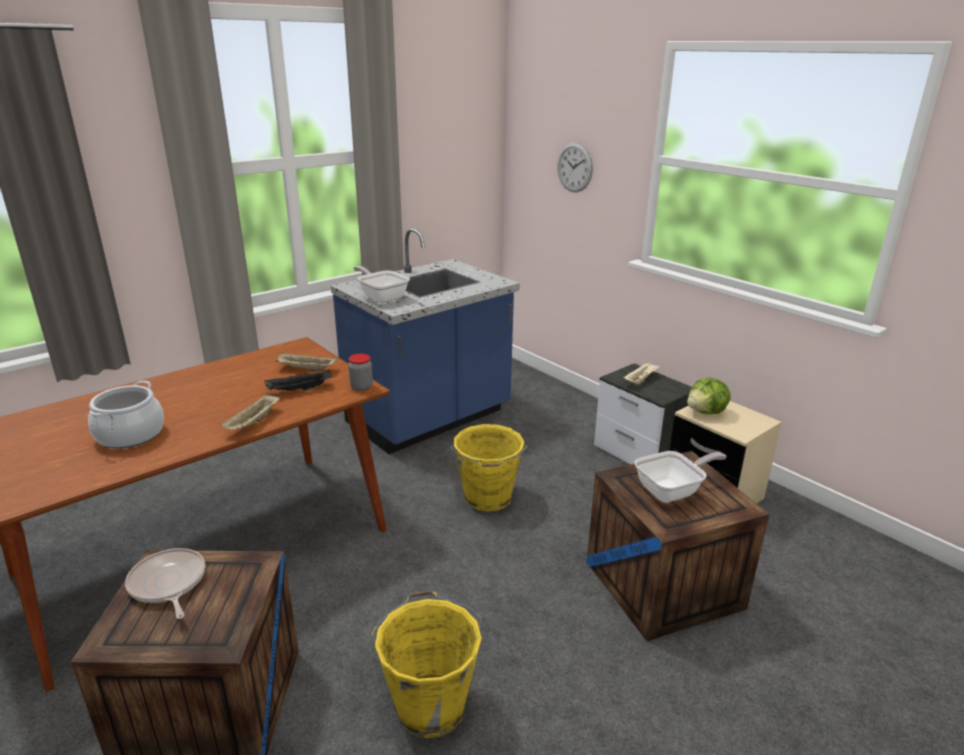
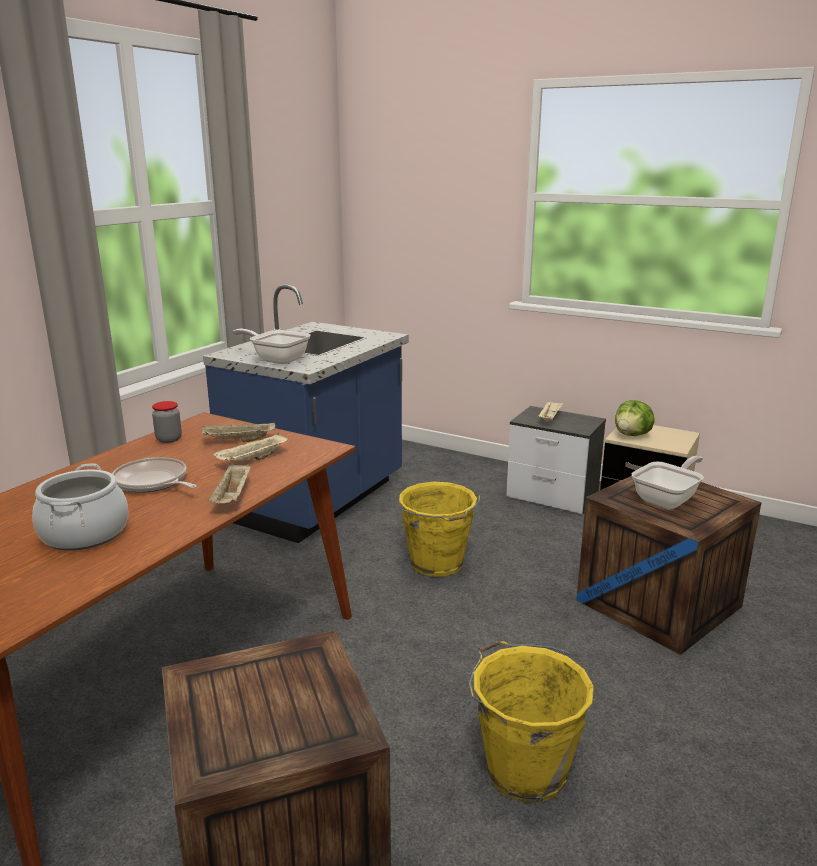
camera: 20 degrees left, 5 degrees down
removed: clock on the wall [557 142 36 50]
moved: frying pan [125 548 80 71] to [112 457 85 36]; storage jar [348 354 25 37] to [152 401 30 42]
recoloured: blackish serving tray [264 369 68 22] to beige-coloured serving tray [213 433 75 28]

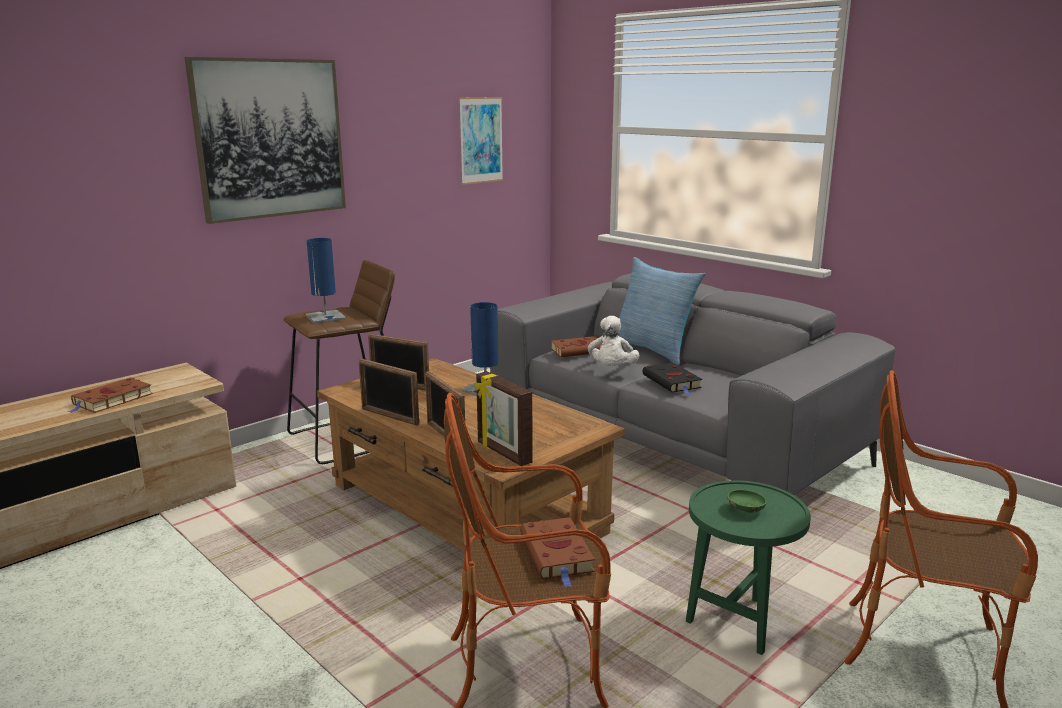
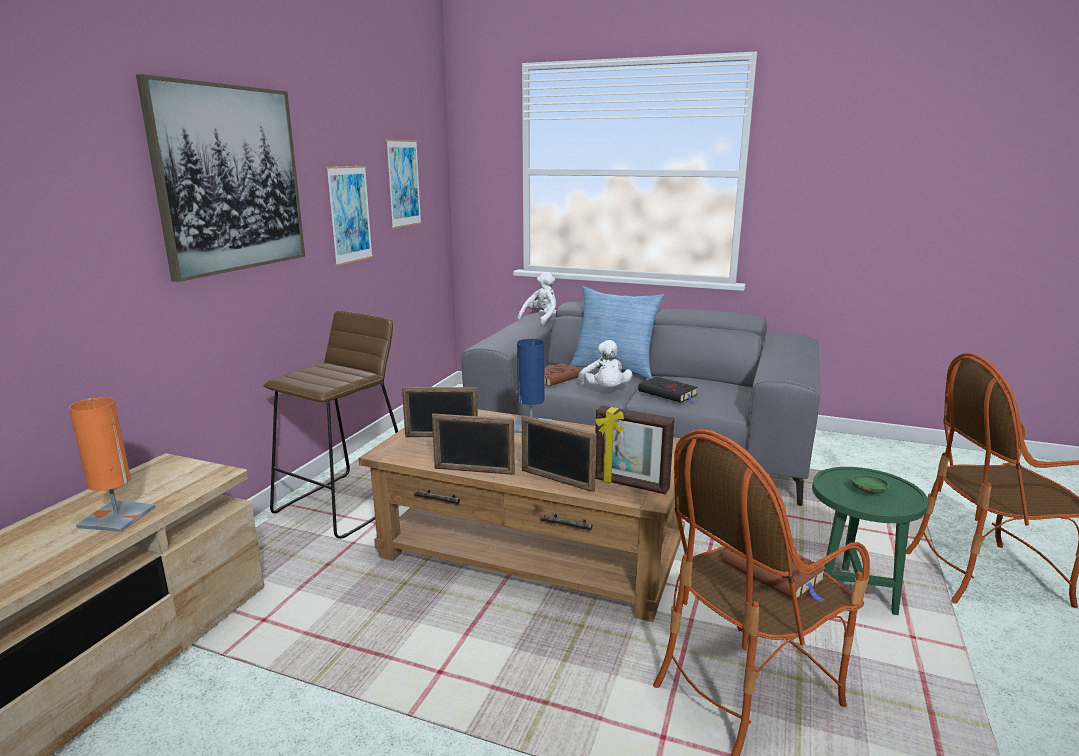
camera: 25 degrees left, 0 degrees up
removed: blue-coloured lamp for a table [306 238 40 86]
added: picture [326 166 47 100]; white soft toy [518 272 38 53]
replaced: brownish volume [68 378 85 35] to orangey lamp for a table [69 397 87 135]

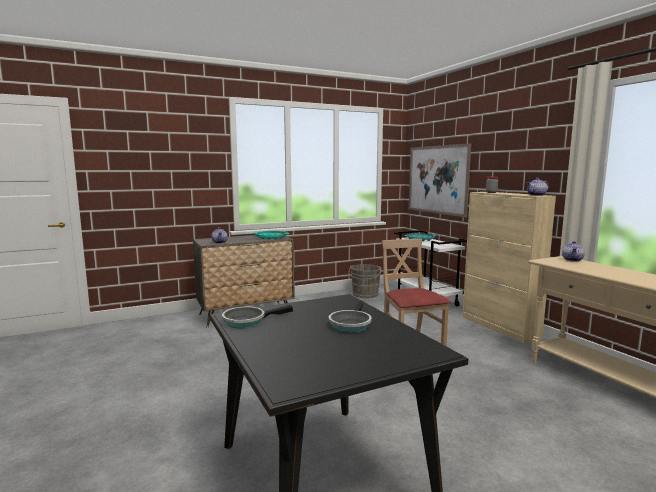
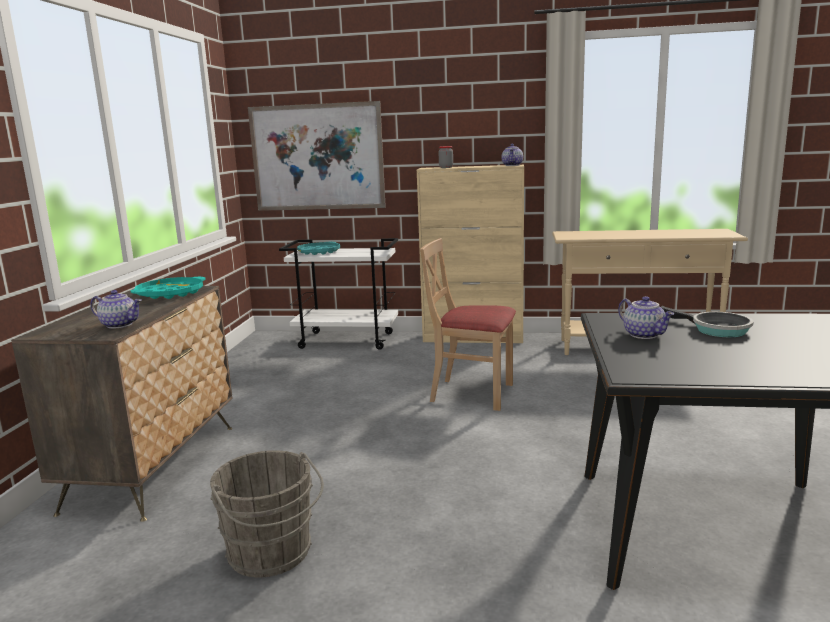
camera: 55 degrees left, 5 degrees up
removed: frying pan [222 305 71 24]
moved: greyish water bucket [348 264 34 34] to [210 450 114 128]; teapot [562 241 23 21] to [618 296 56 43]

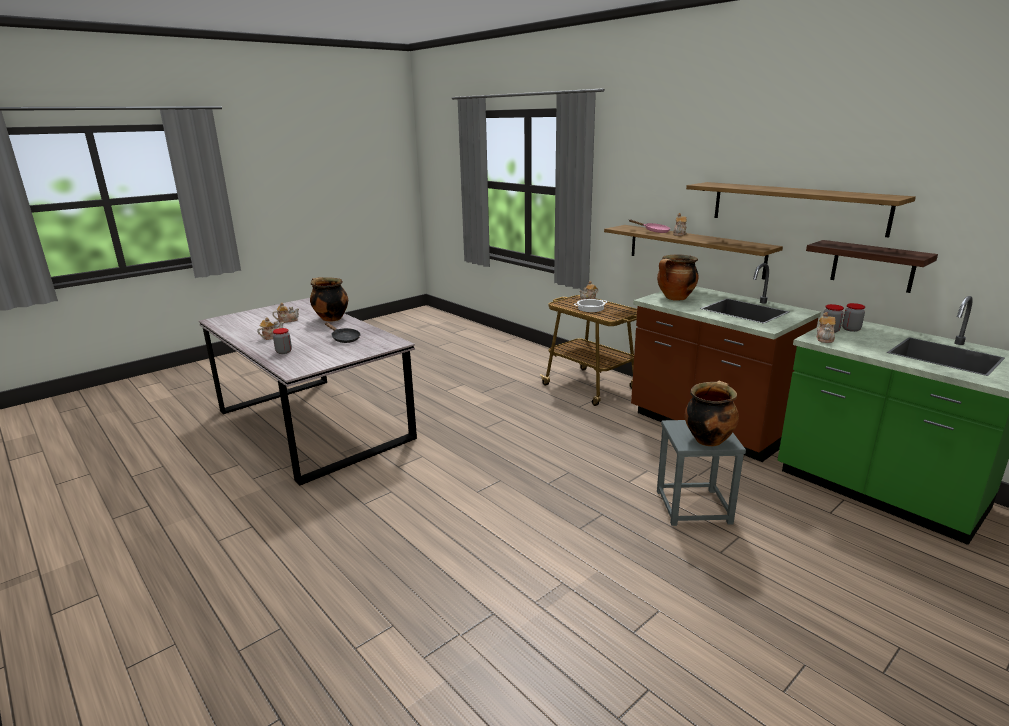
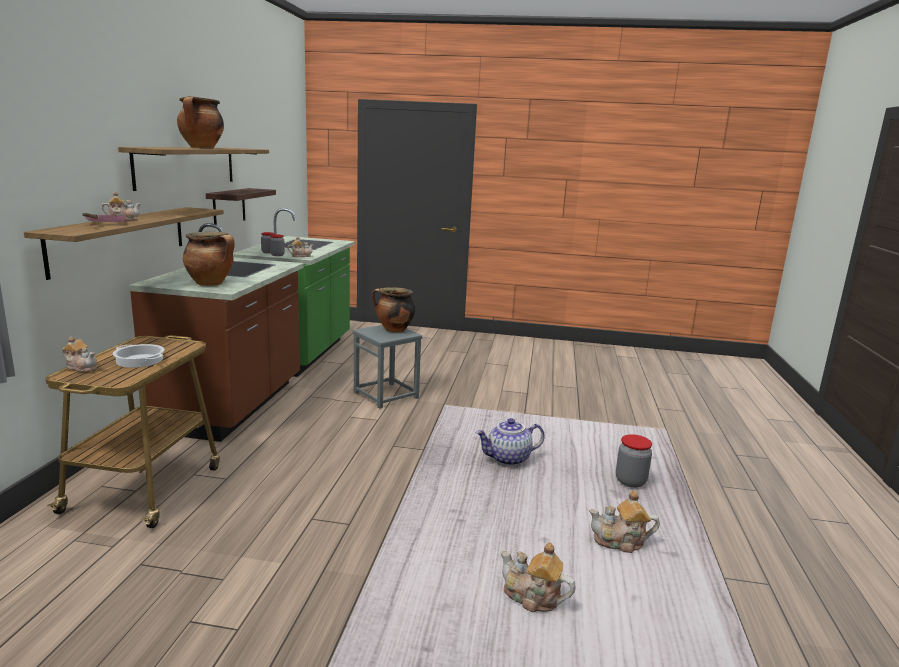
camera: 130 degrees left, 5 degrees down
moved: cooking pot [310 277 38 45] to [177 96 47 52]
replaced: blackish frying pan [325 322 35 21] to teapot [475 418 70 48]

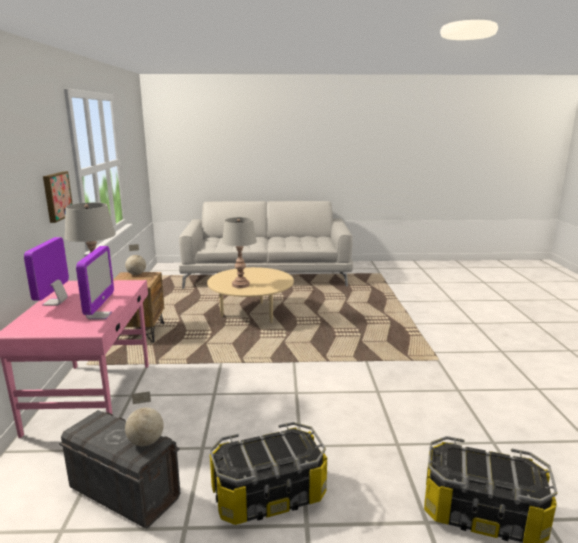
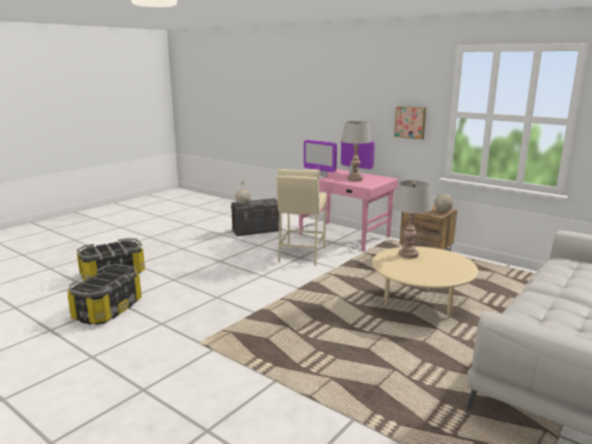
camera: 130 degrees right, 0 degrees up
added: beige-coloured stool seat [277 169 50 97]
moved: storage box [210 422 117 103] to [68 264 74 61]

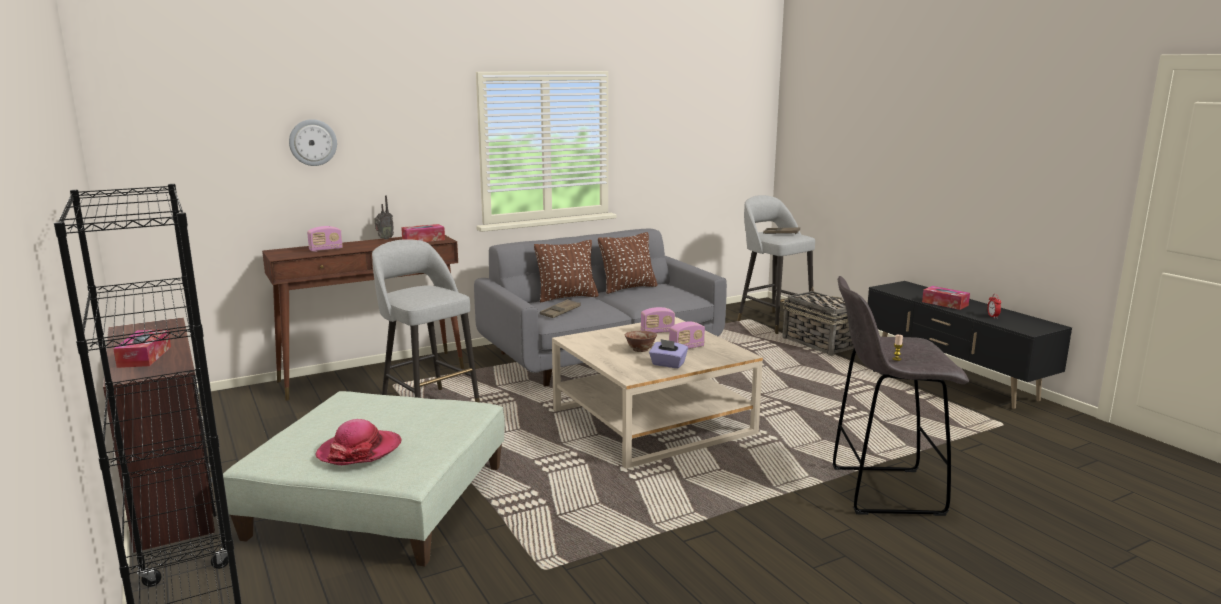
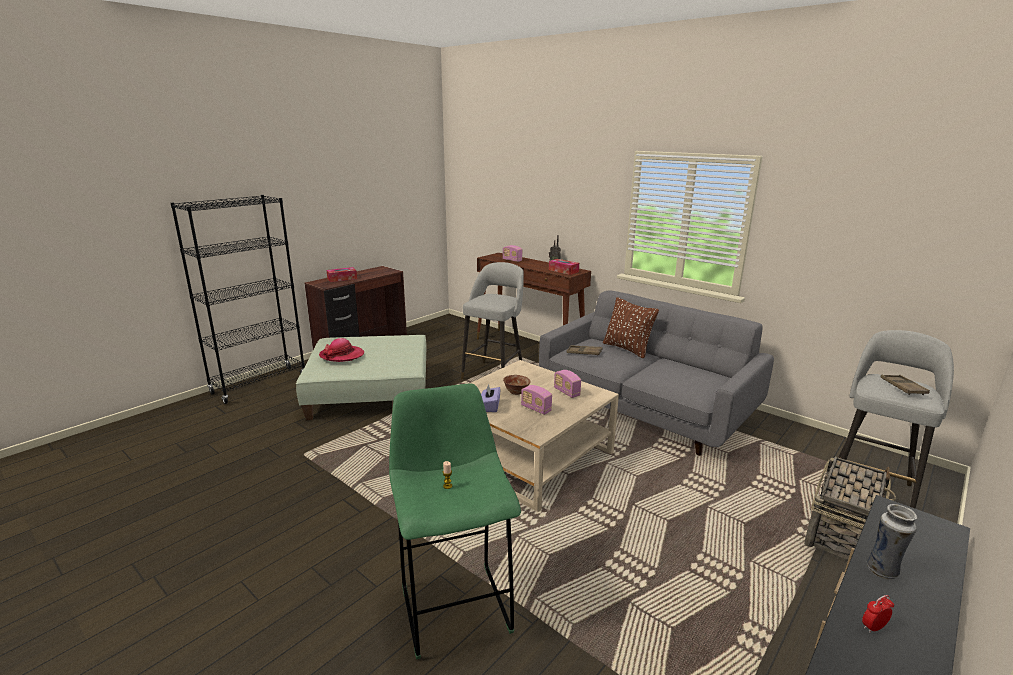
camera: 70 degrees right, 5 degrees up
removed: clock on the wall [289 119 48 47]; brownish throw pillow [598 232 59 62]
replaced: tissue holder [922 286 48 24] to flower vase [867 504 51 76]
recoloured: greyish stool seat [832 276 137 240] to greenish stool seat [389 383 132 276]

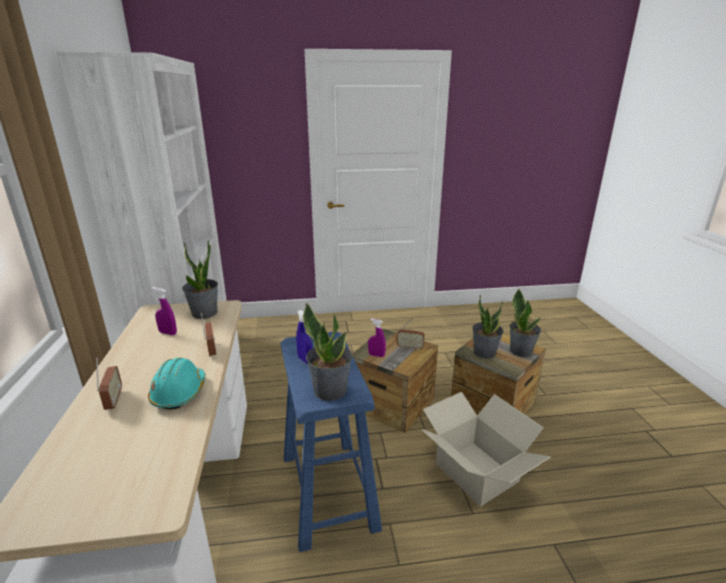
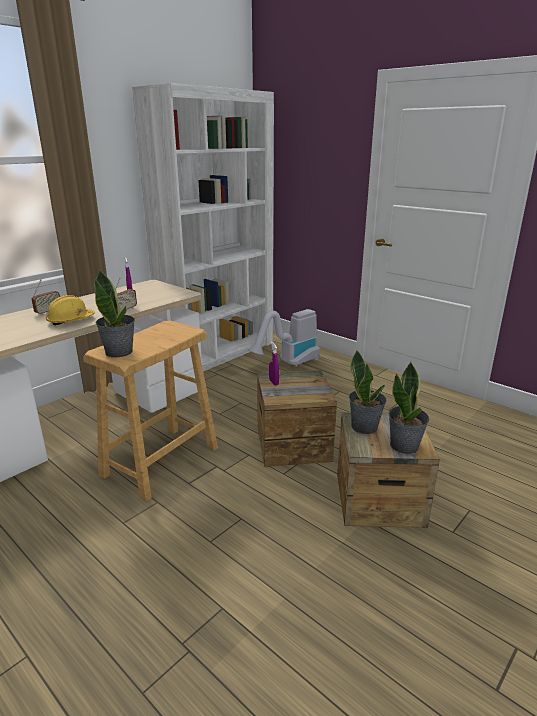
camera: 50 degrees right, 0 degrees up
removed: plant in a pot [182 240 36 79]; blue-coloured sprayer [296 310 16 54]; radio [397 318 28 32]; cardboard box [421 392 130 115]
added: vacuum [248 309 72 58]
recoloured: blue-green work helmet [148 358 57 51] to yellowish work helmet [46 295 49 30]; blue-coloured stool seat [281 332 101 220] to beige-coloured stool seat [83 321 135 180]

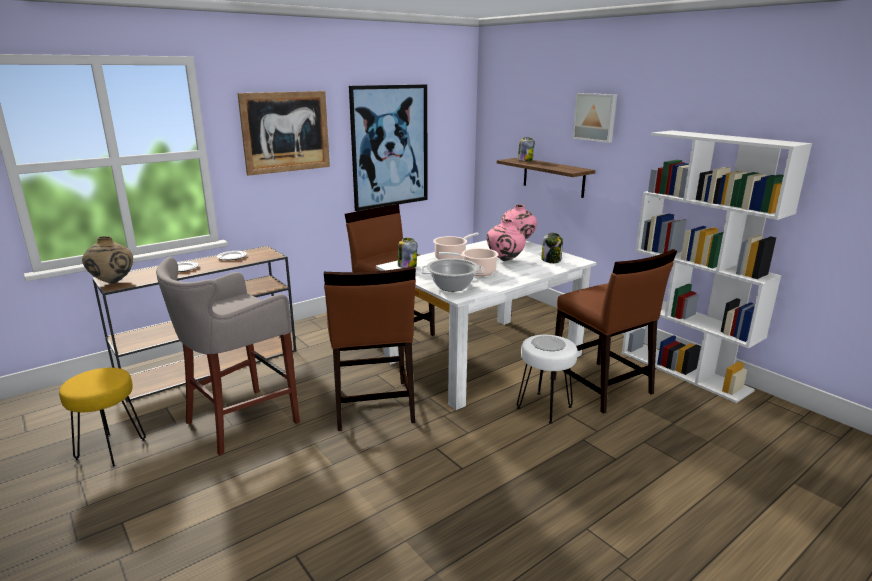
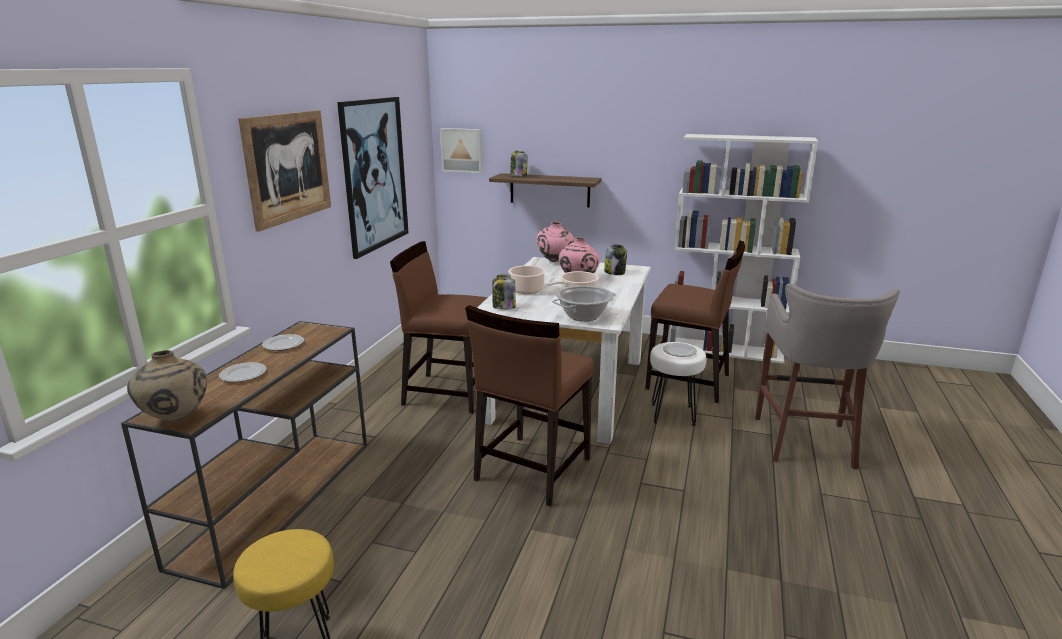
camera: 35 degrees left, 0 degrees up
moved: picture [572 93 45 50] to [440 128 43 45]; greyish stool seat [156 257 144 198] to [755 283 145 186]
turned: brownish chair [324 266 92 165] = [465 305 129 201] 75 degrees clockwise

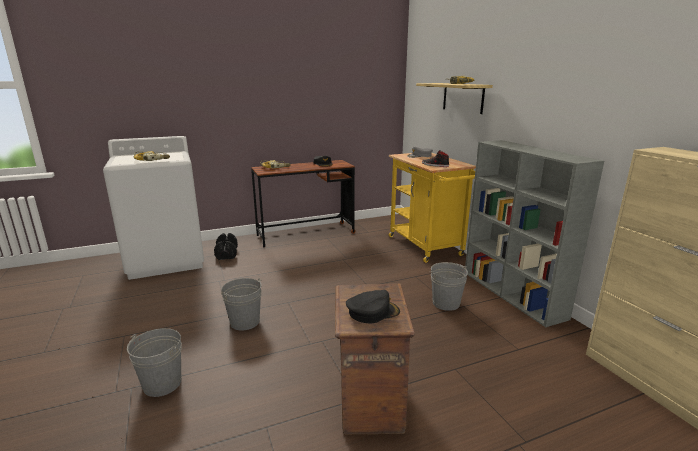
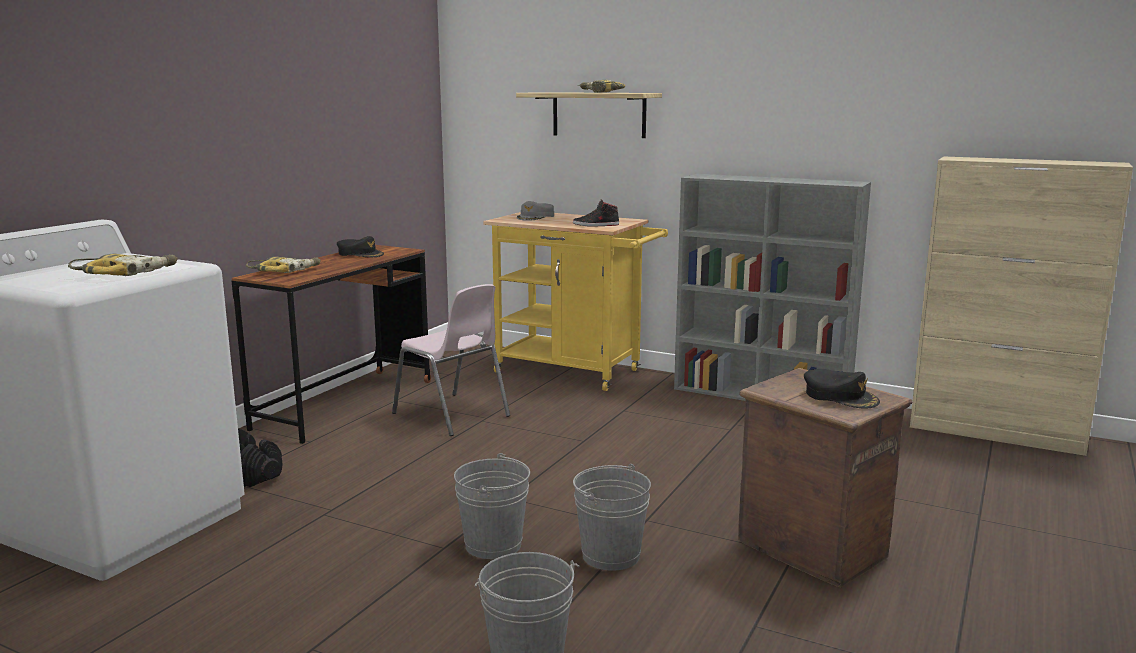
camera: 40 degrees left, 5 degrees down
added: pink chair [392 284 118 152]
moved: greyish water bucket [430 262 38 49] to [573 463 78 108]
turned: blackish peaked cap [346 290 54 33] = [804 369 76 40] 105 degrees clockwise

